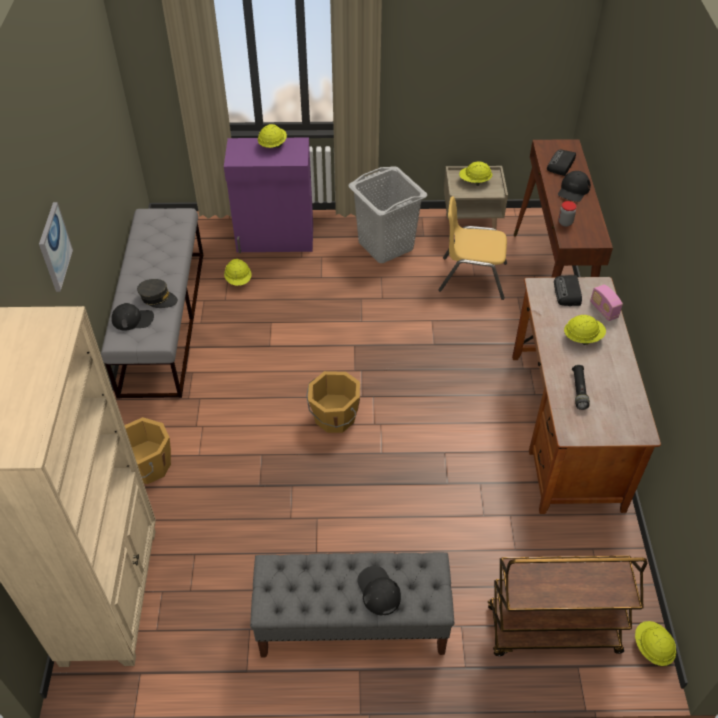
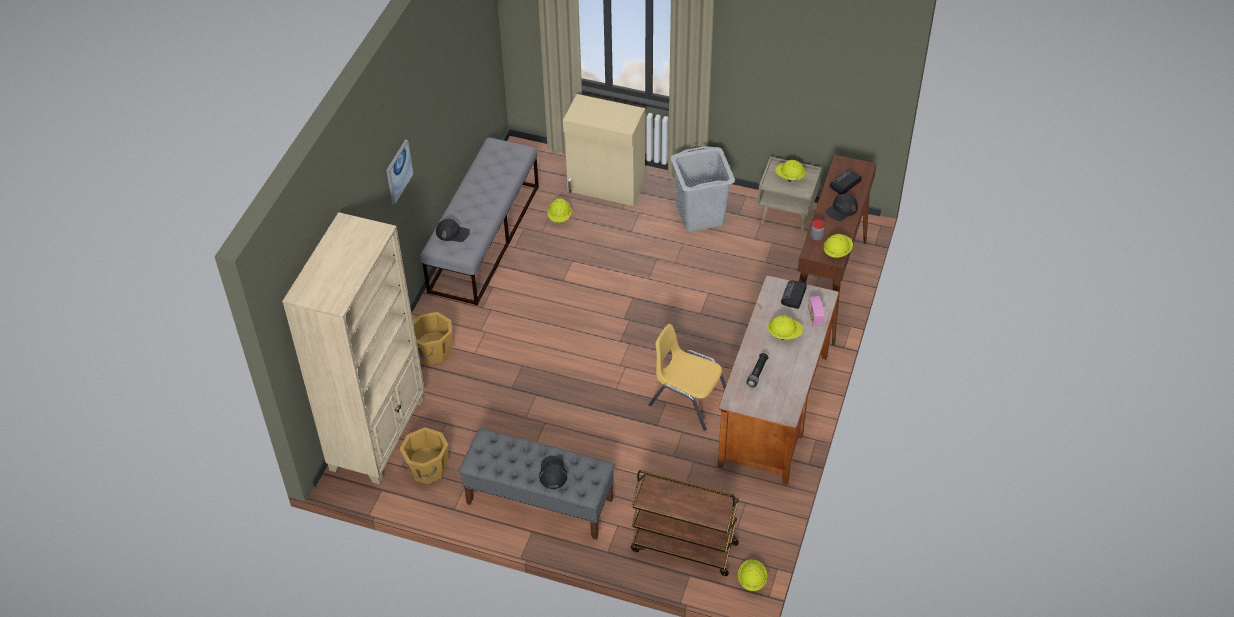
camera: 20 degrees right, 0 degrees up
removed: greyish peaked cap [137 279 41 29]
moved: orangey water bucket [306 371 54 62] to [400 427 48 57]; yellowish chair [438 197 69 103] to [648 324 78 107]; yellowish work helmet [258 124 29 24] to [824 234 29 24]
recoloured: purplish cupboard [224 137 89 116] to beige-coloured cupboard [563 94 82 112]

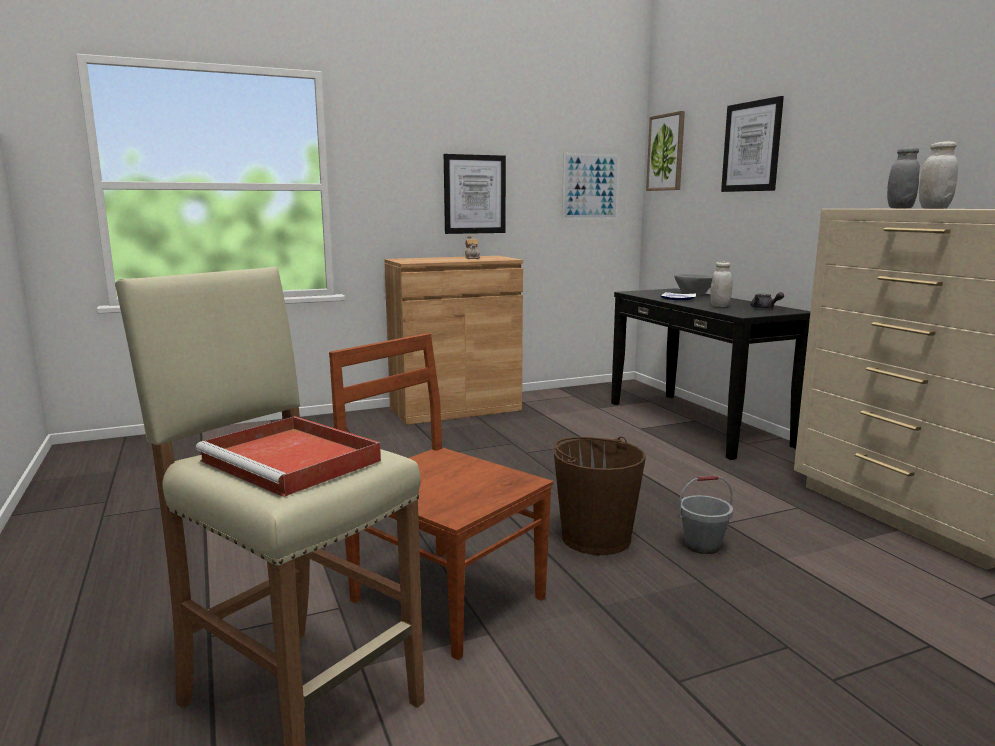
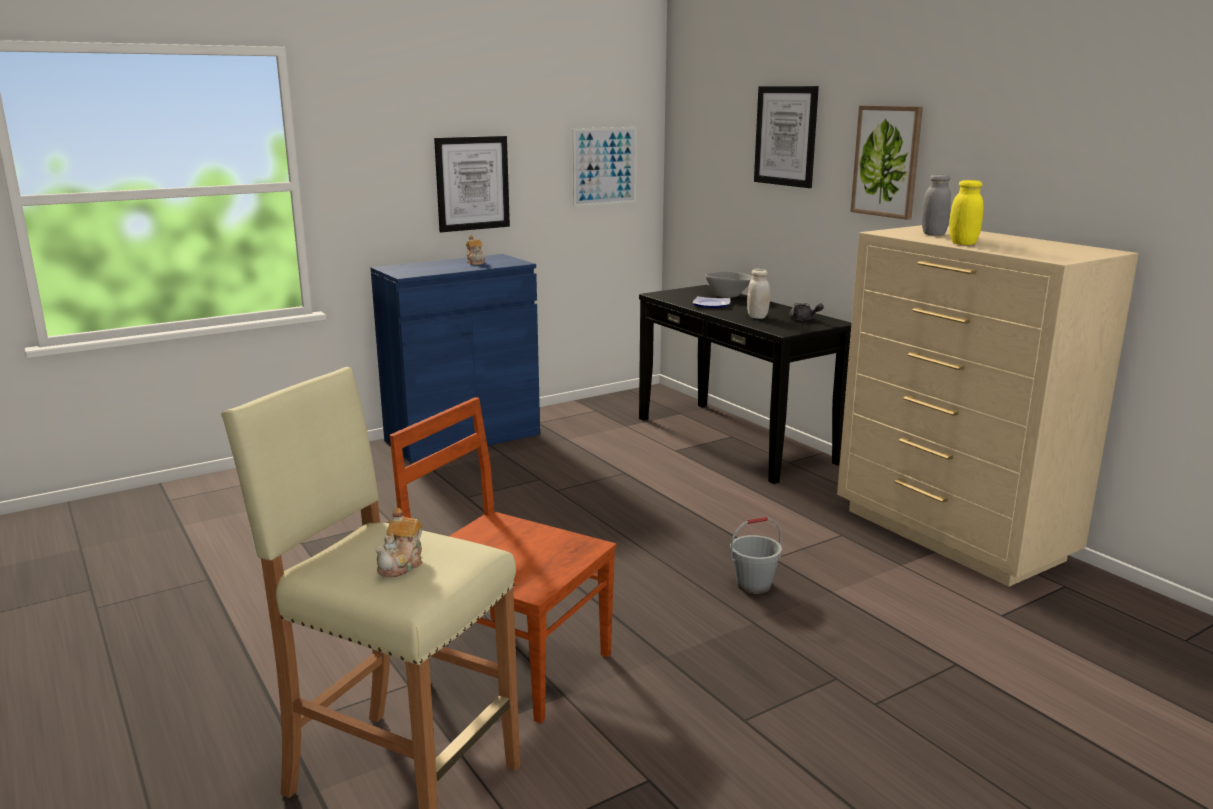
camera: 10 degrees left, 5 degrees up
removed: brownish water bucket [554 436 92 119]
moved: picture [646 111 39 80] to [850 105 73 115]
replaced: red-coloured serving tray [196 416 185 81] to teapot [375 508 48 69]
recoloured: brownish cupboard [384 256 139 169] to blue-coloured cupboard [371 254 169 208]; white storage jar [919 141 39 68] to yellowish storage jar [949 180 34 65]

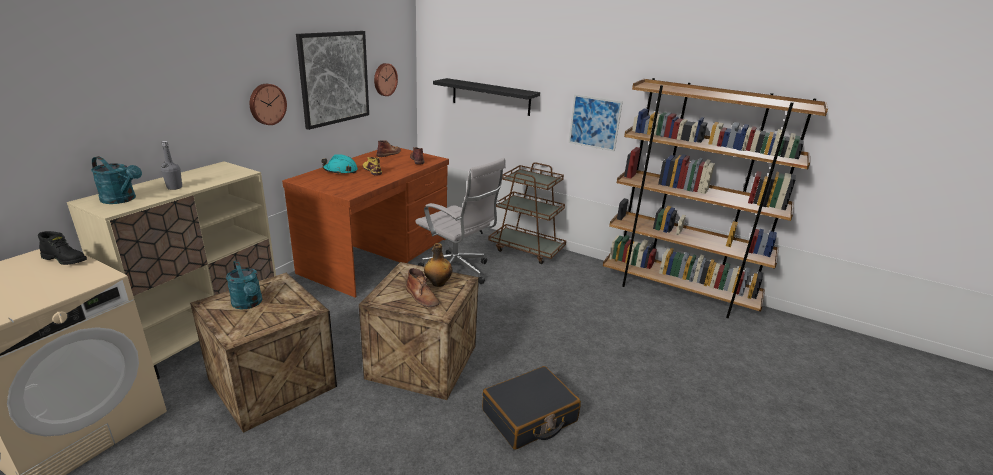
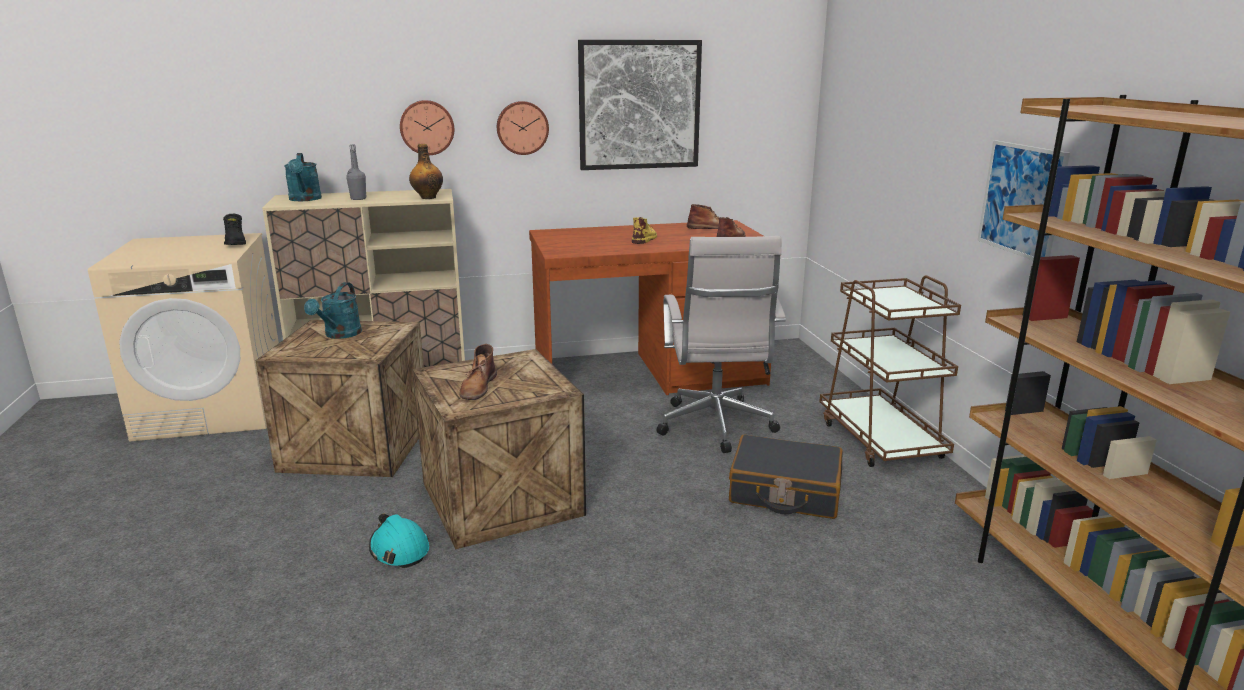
camera: 50 degrees right, 5 degrees down
removed: blackish bracket shelf [433 78 107 38]
moved: blue-green work helmet [321 154 37 20] to [369 514 60 54]; clock on the wall [374 63 24 33] to [400 100 54 55]; bottle [424 243 29 44] to [409 144 34 55]; blackish travel case [482 366 99 84] to [729 434 114 85]

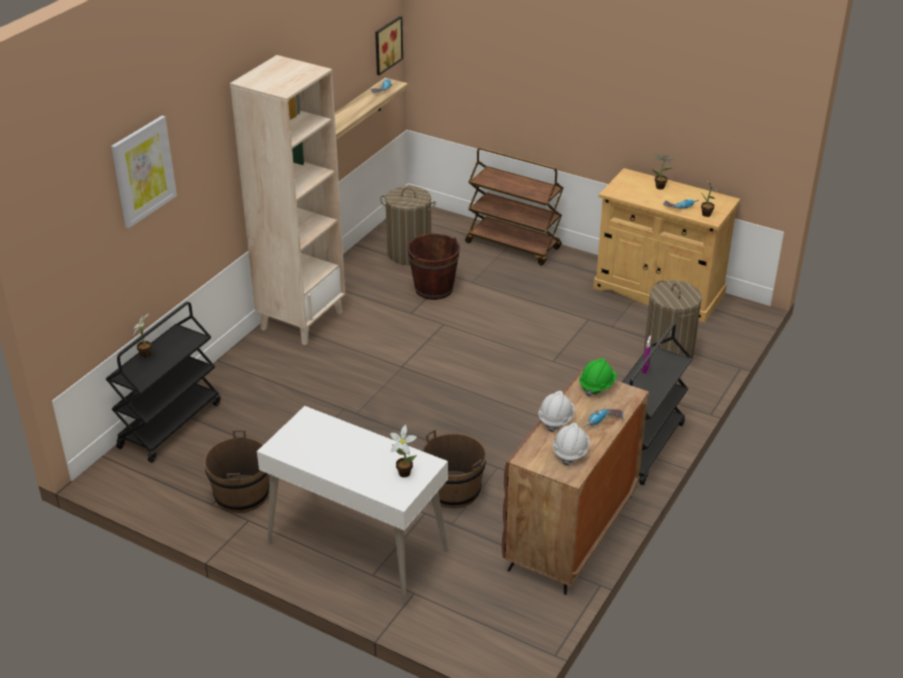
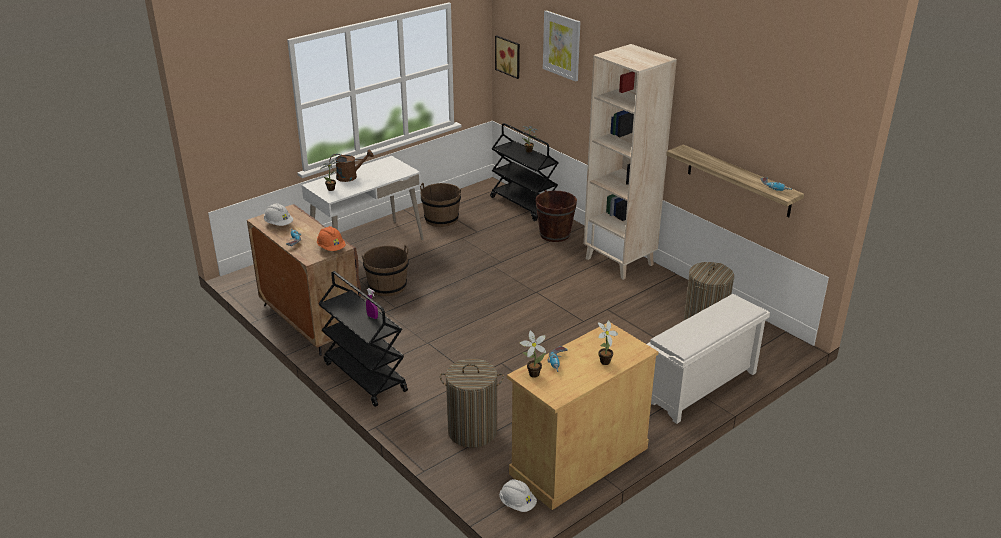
camera: 110 degrees right, 5 degrees down
added: brownish watering pot [329 150 45 32]
moved: picture [375 16 28 59] to [495 35 25 44]; white work helmet [539 391 36 41] to [499 479 38 33]; brownish water bucket [407 233 53 67] to [535 190 42 52]
replaced: brownish cart [465 148 99 117] to white shoe shelf [647 294 123 130]
recoloured: greenish work helmet [579 358 38 39] to orangey work helmet [317 226 29 25]

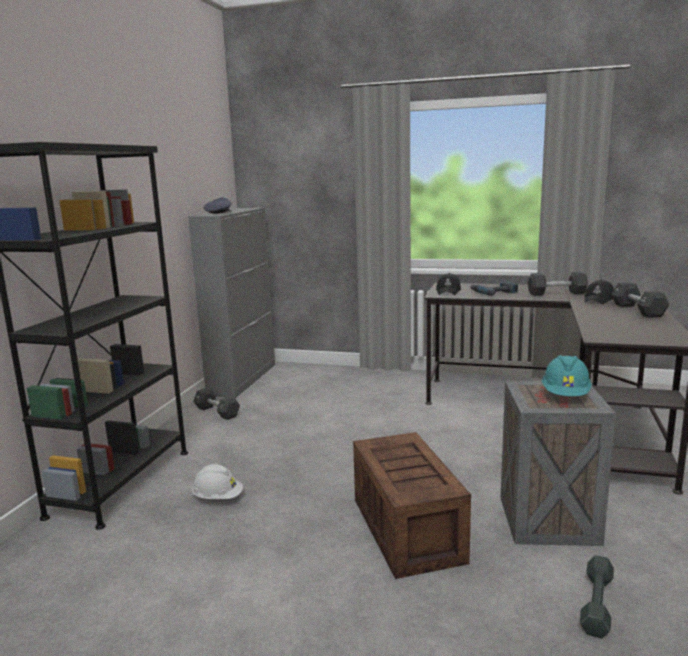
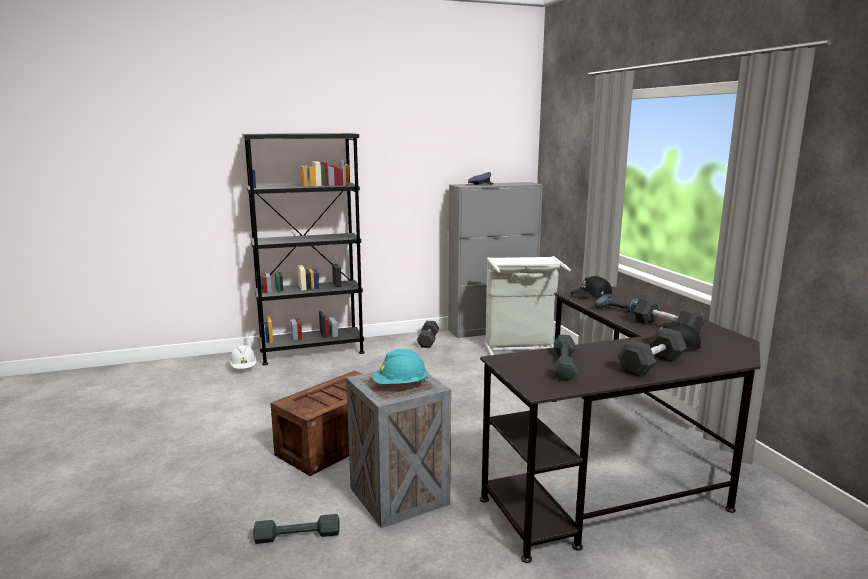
camera: 55 degrees right, 0 degrees up
added: greyish hamper [485 256 86 99]; greyish free weight [554 335 23 45]
moved: white work helmet [191 464 52 35] to [229 345 28 24]

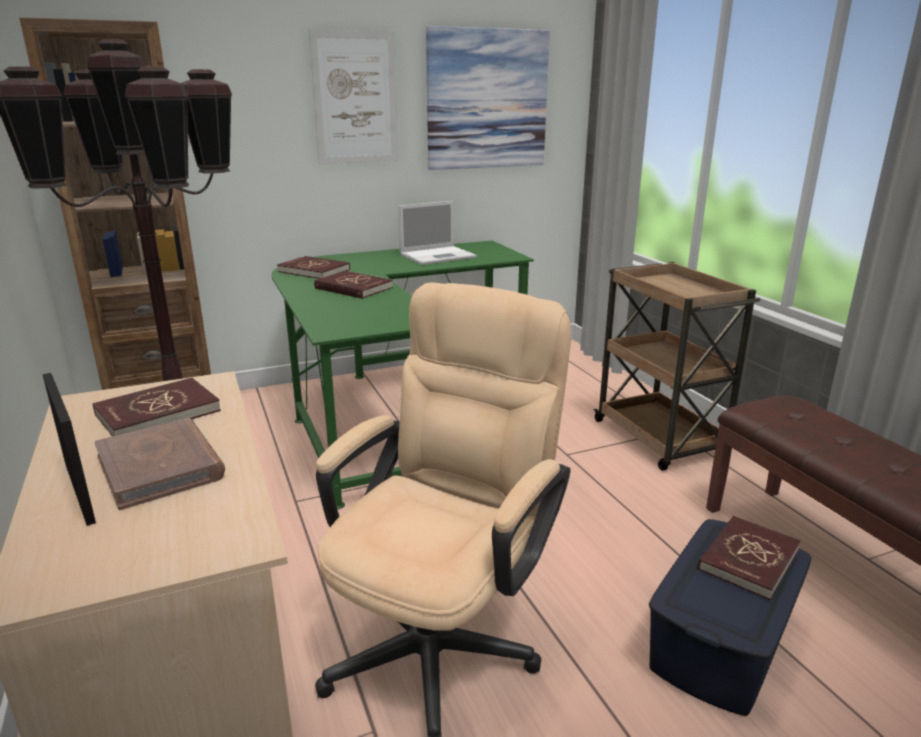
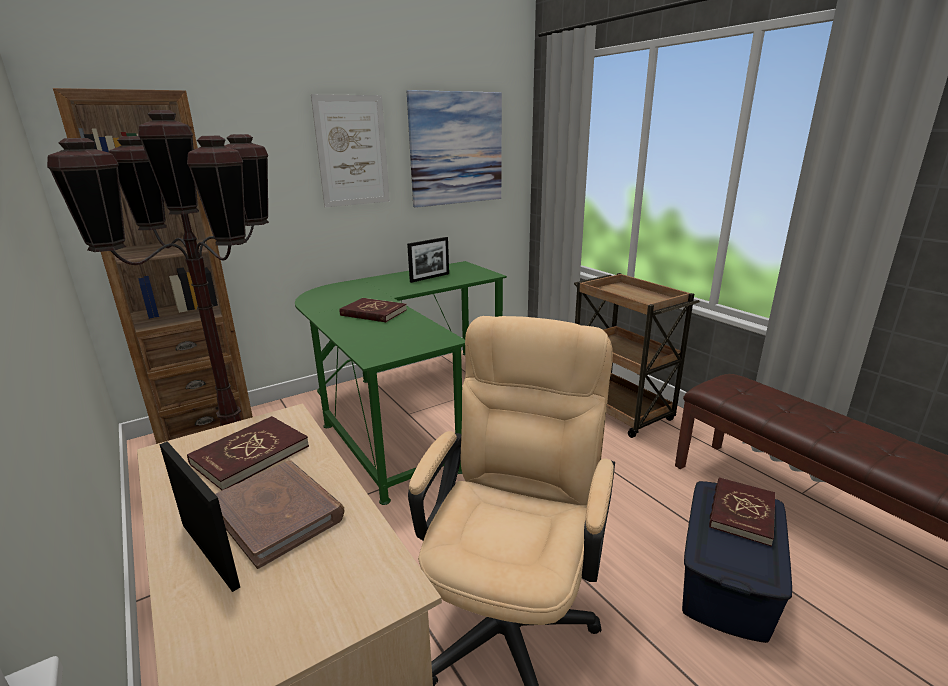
camera: 10 degrees left, 0 degrees up
removed: red-coloured volume [277 256 73 23]
replaced: laptop [398 201 79 64] to picture frame [407 237 42 46]

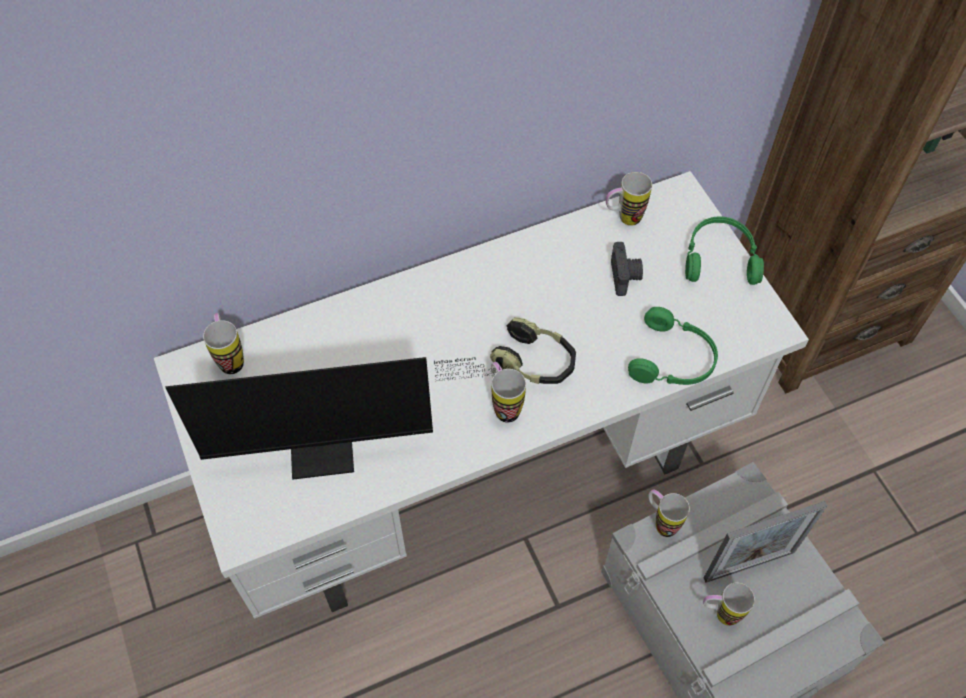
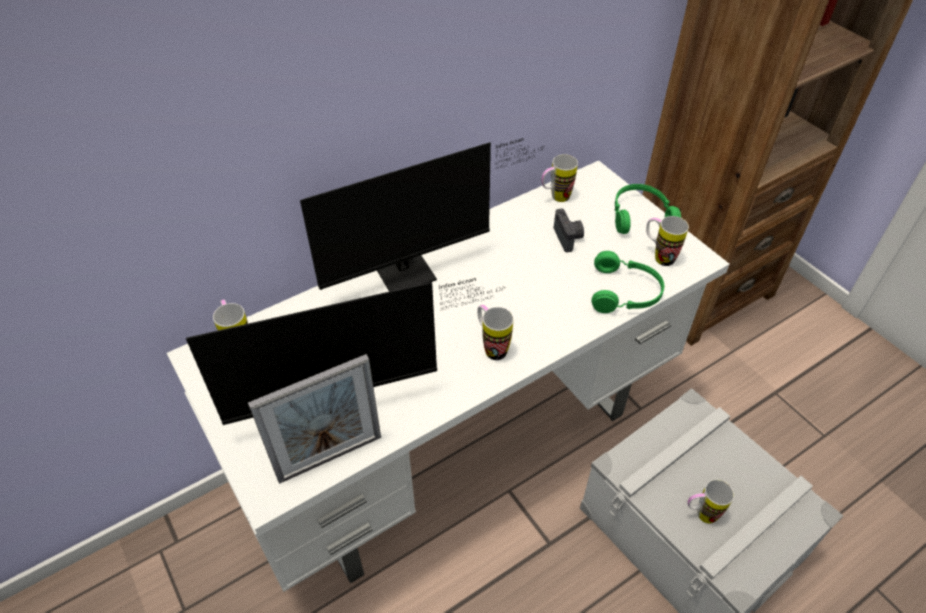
camera: 10 degrees left, 10 degrees down
removed: headphones [490 317 86 67]
added: monitor [300 138 245 153]
moved: picture frame [704 501 124 82] to [248 354 133 130]; tea mug [648 489 42 48] to [646 216 43 50]

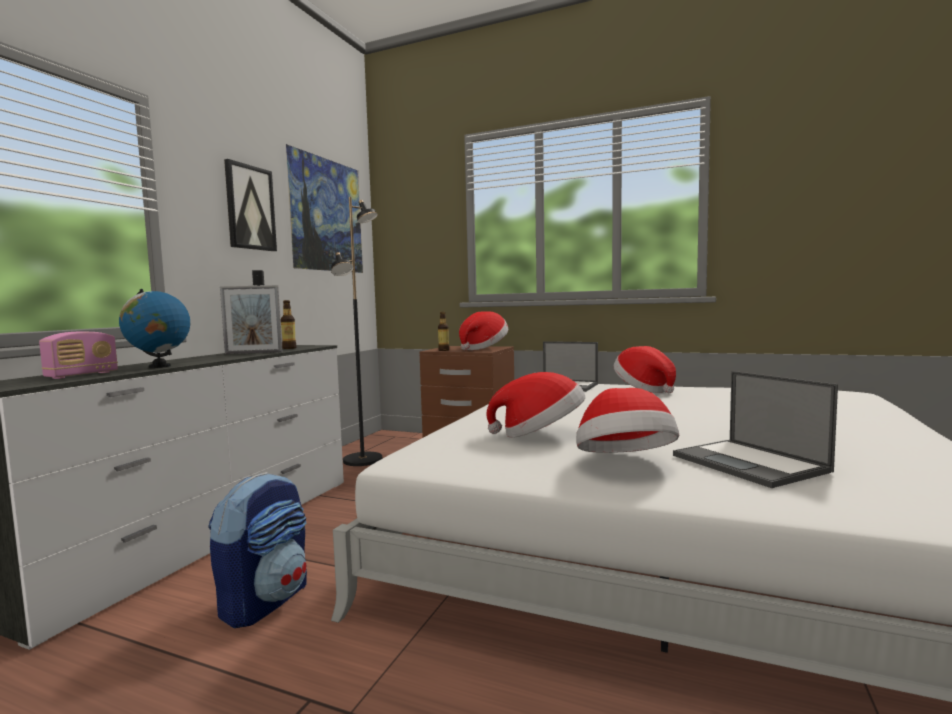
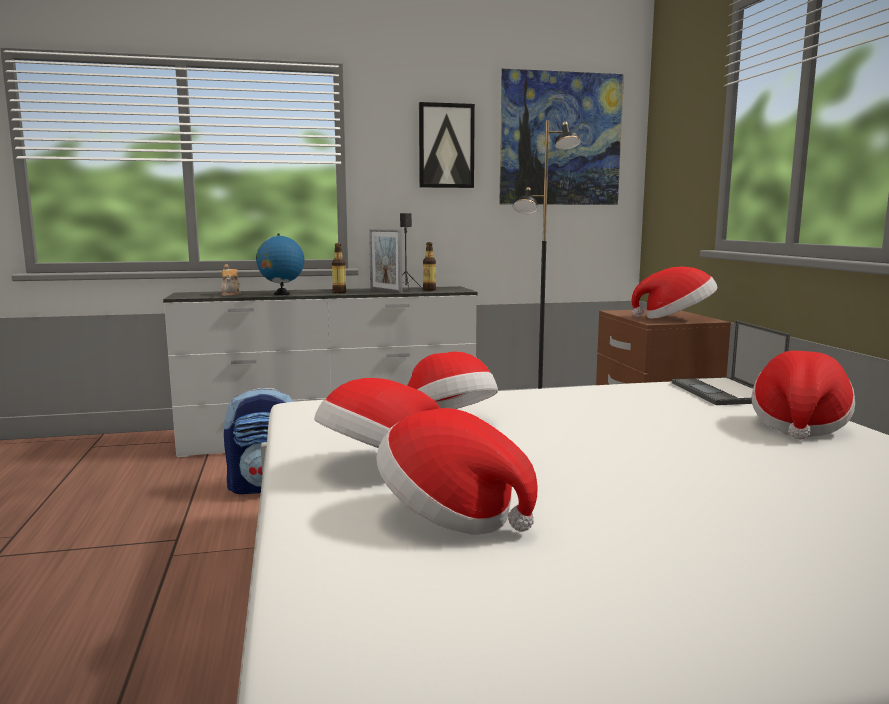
camera: 55 degrees right, 5 degrees up
moved: bottle [438 312 11 39] to [332 243 14 50]
replaced: radio [39 332 79 47] to teapot [221 264 20 32]; laptop [673 371 165 117] to hat [376 408 161 127]

